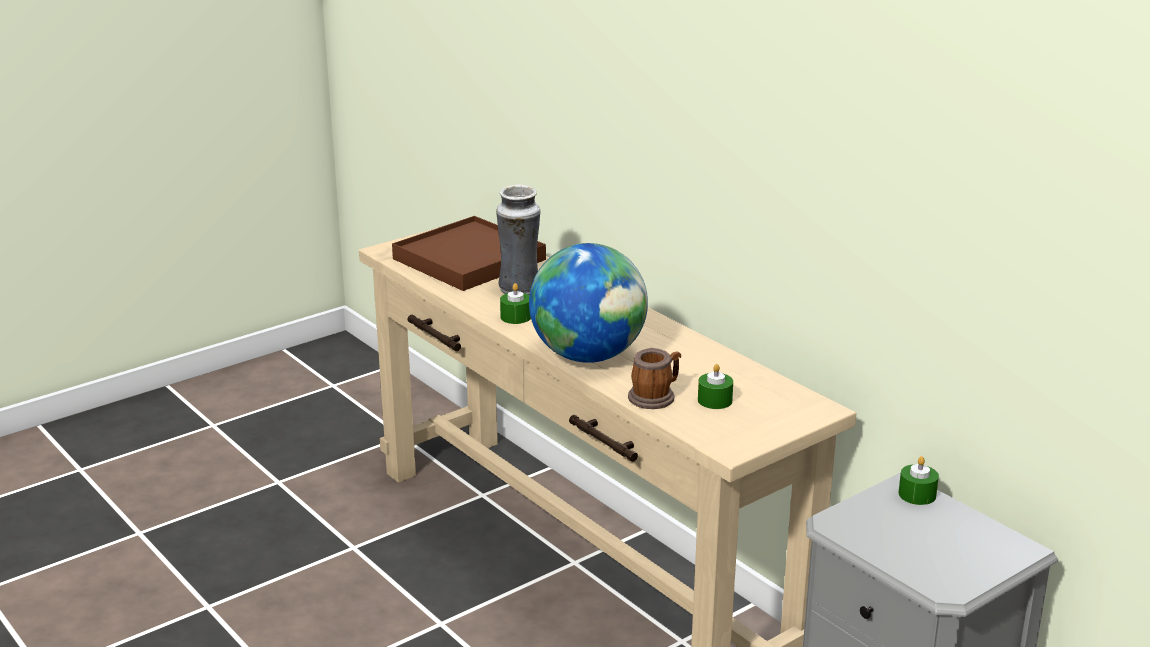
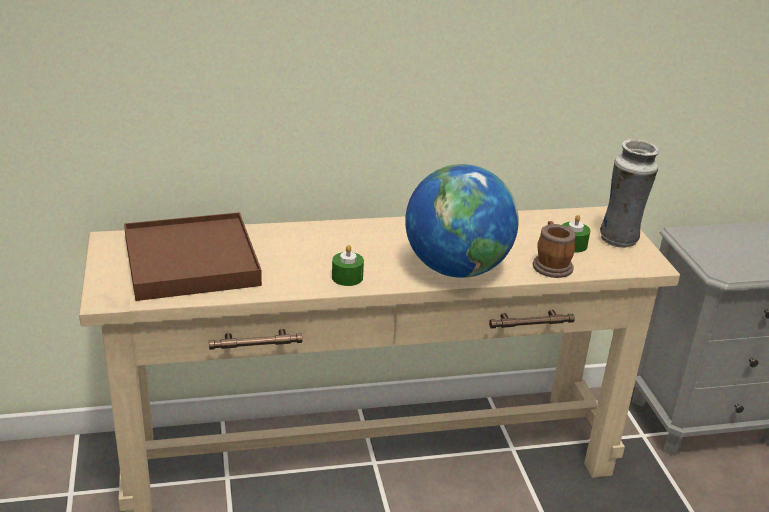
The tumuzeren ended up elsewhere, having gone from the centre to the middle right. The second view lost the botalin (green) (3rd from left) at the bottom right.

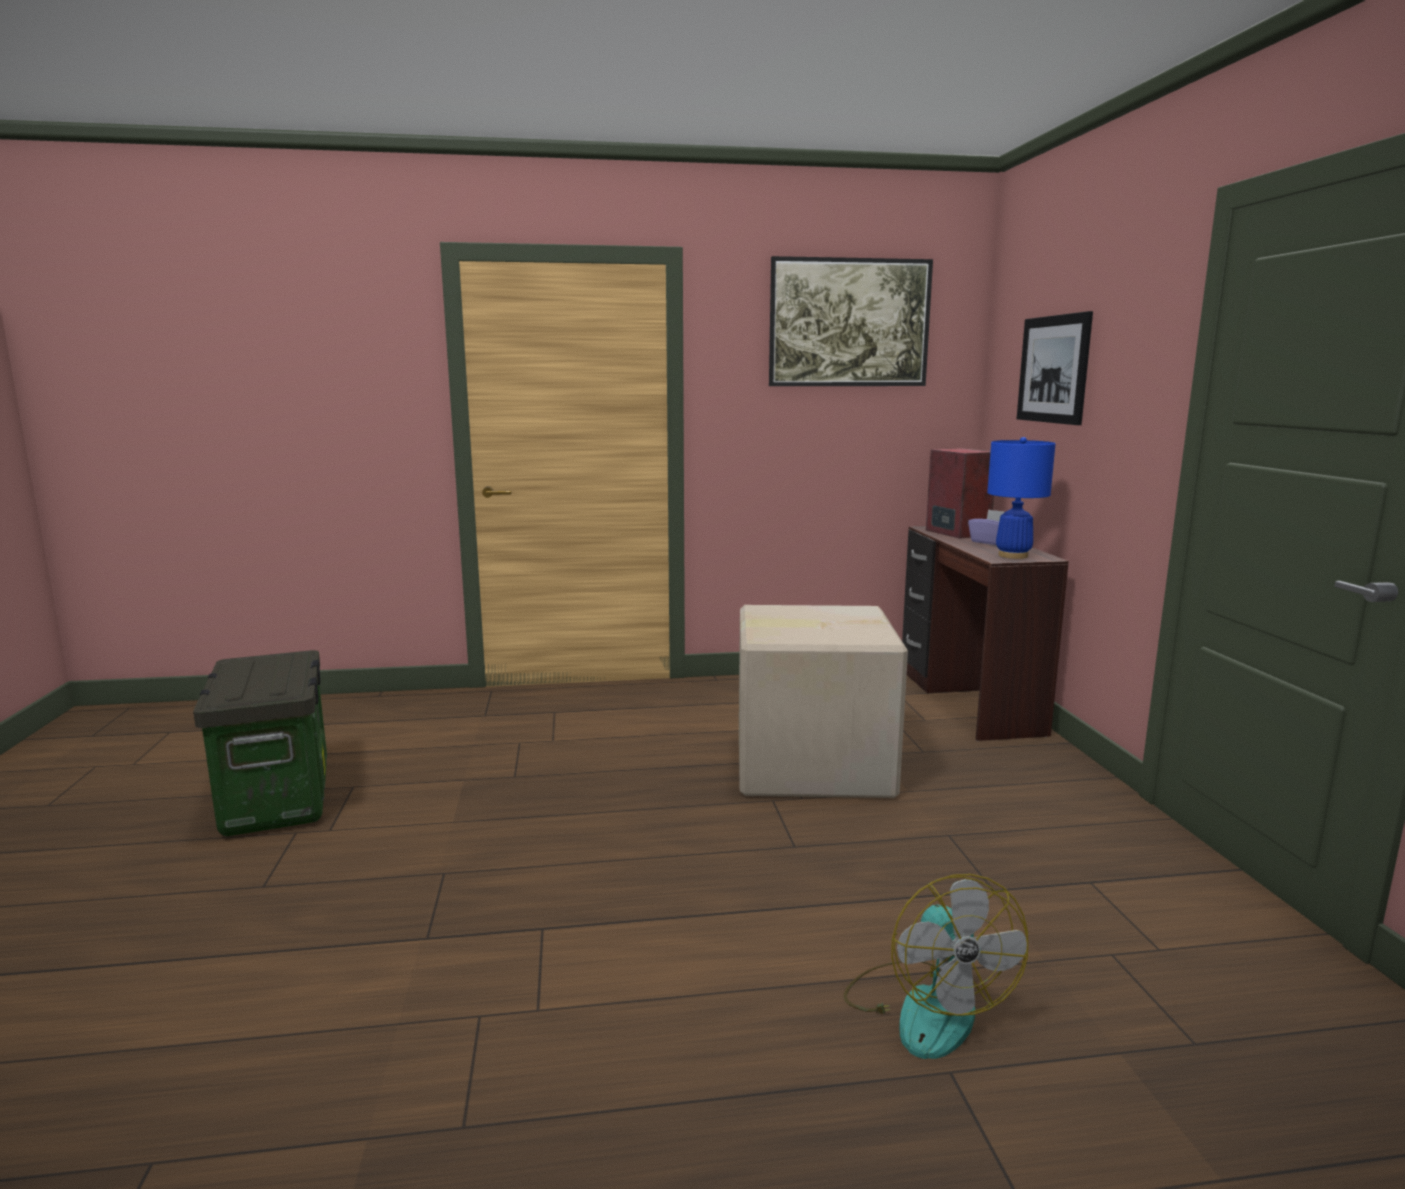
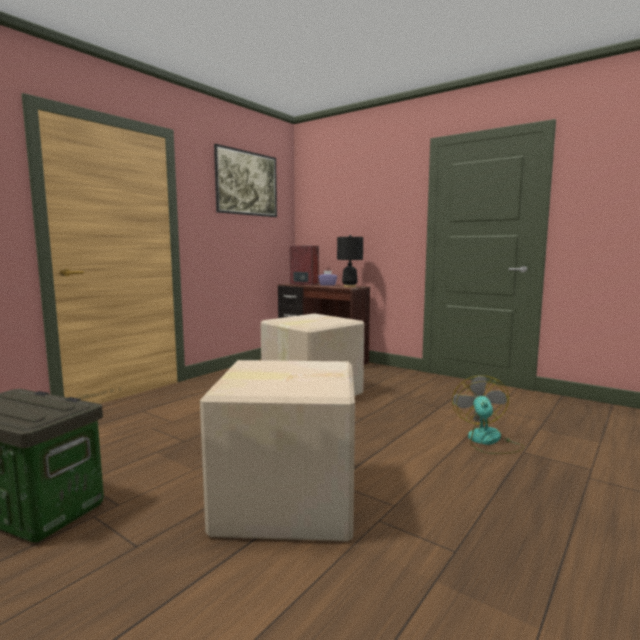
The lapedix at the bottom centre ended up facing another way, 120 degrees counterclockwise from before. What was the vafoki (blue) at the middle right turned into the vafoki (black) at the centre. The second view lost the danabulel (2nd from left) at the top right. The second view gained the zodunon (1st from left) at the bottom centre.

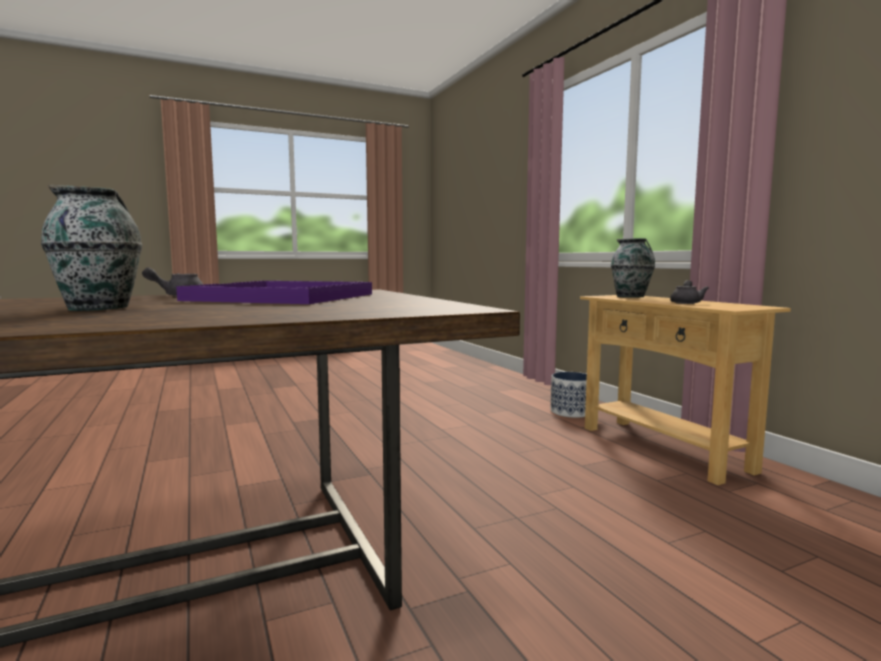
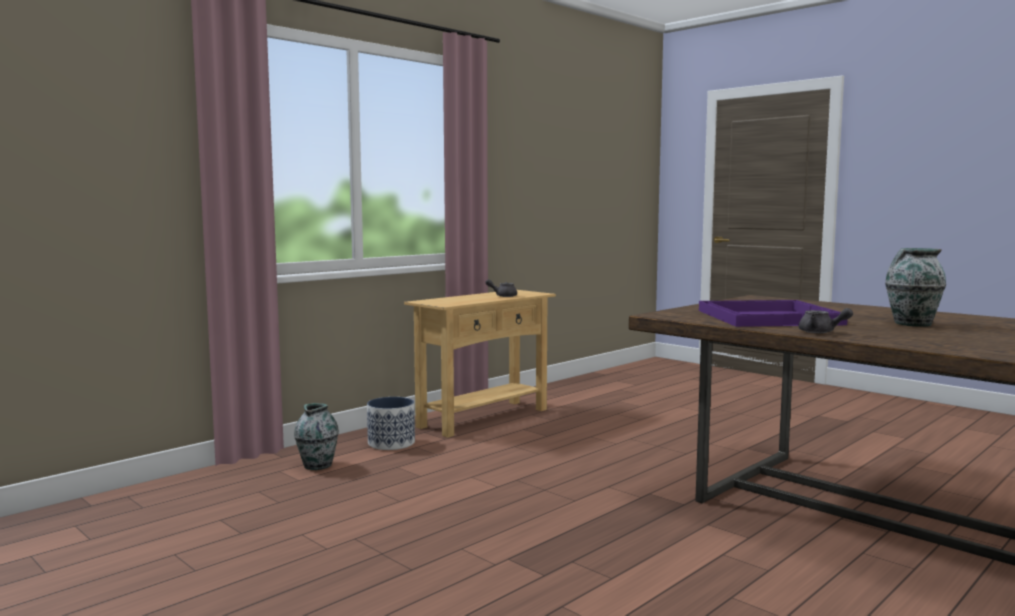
The tumuzeren (2nd from left in the first image) ended up elsewhere, having gone from the middle right to the bottom left.

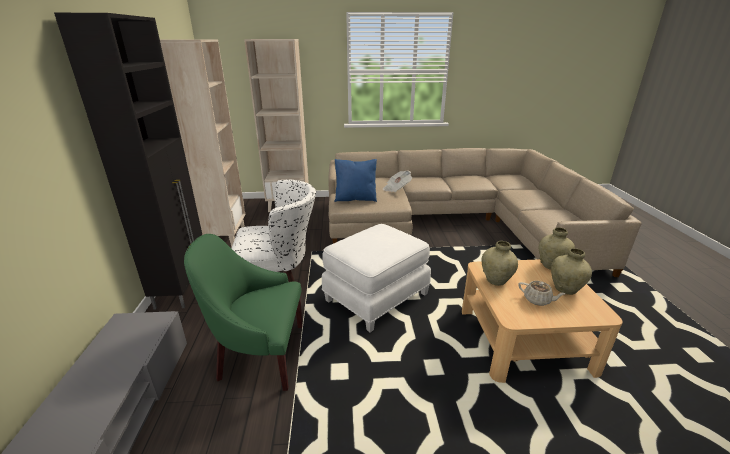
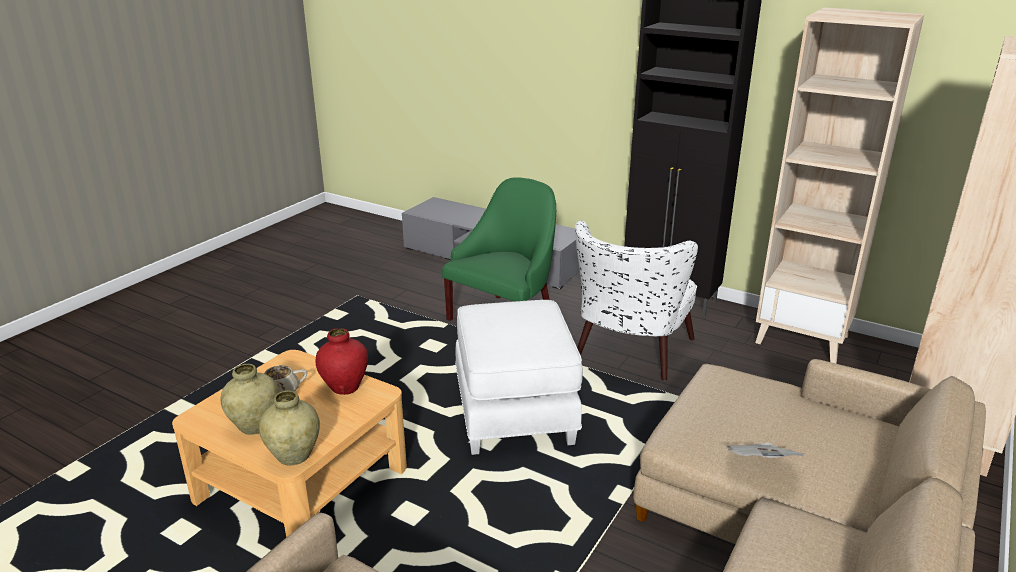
The second view lost the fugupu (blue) at the centre. What was the tumuzeren (beige) (1st from left) at the middle right turned into the tumuzeren (red) at the centre.

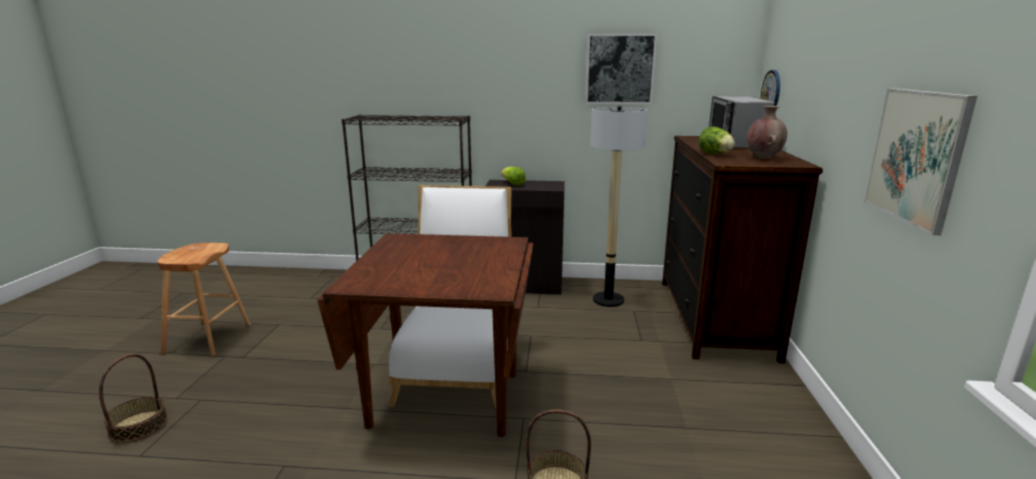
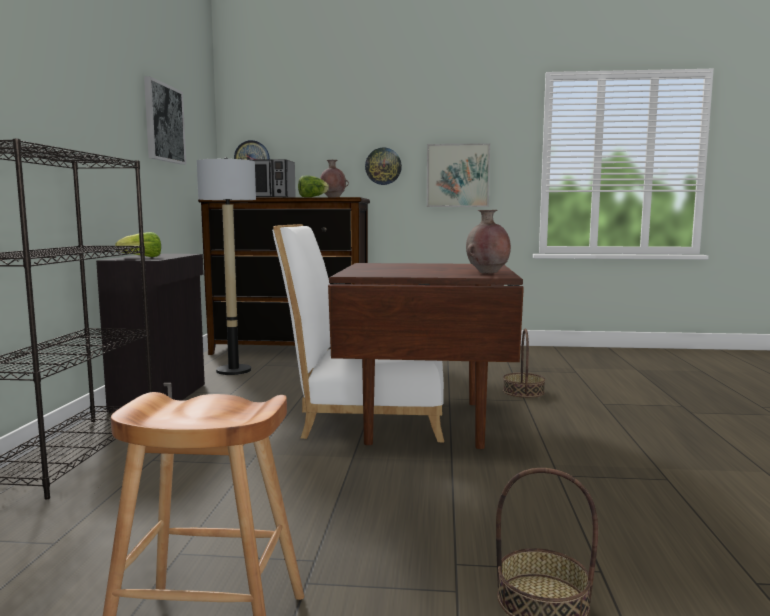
The second view gained the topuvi (2nd from left) at the top centre. The second view gained the tumuzeren (brown) (2nd from left) at the centre.

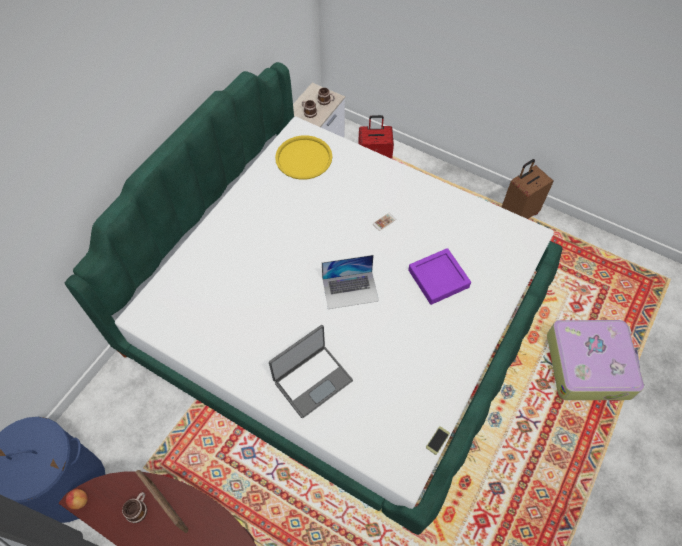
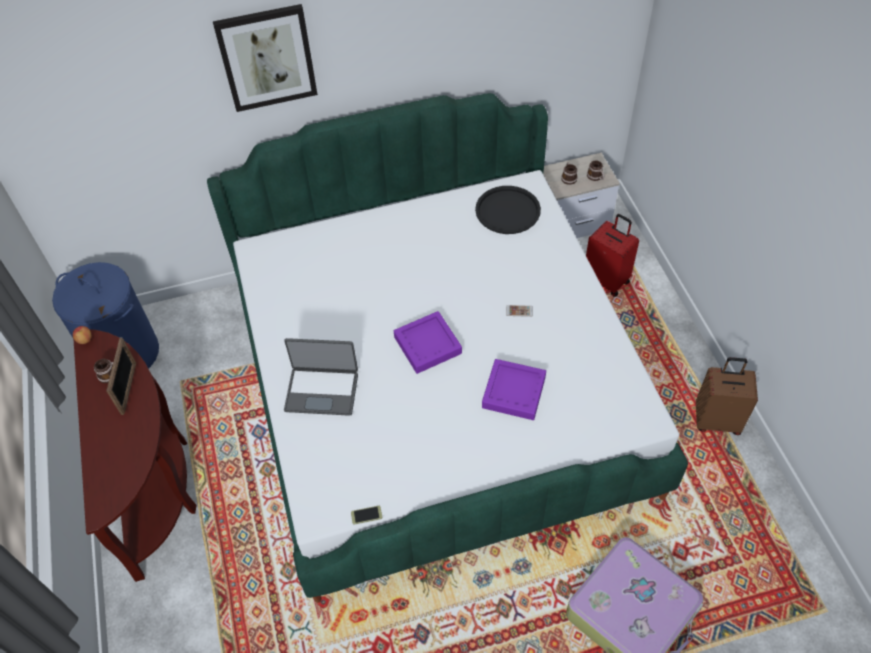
What was the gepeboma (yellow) at the top centre turned into the gepeboma (black) at the top centre. Where the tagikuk (2nd from left) stood at the centre, the gepeboma (purple) (1st from left) came to stand at the centre. The second view gained the danabulel at the top left.

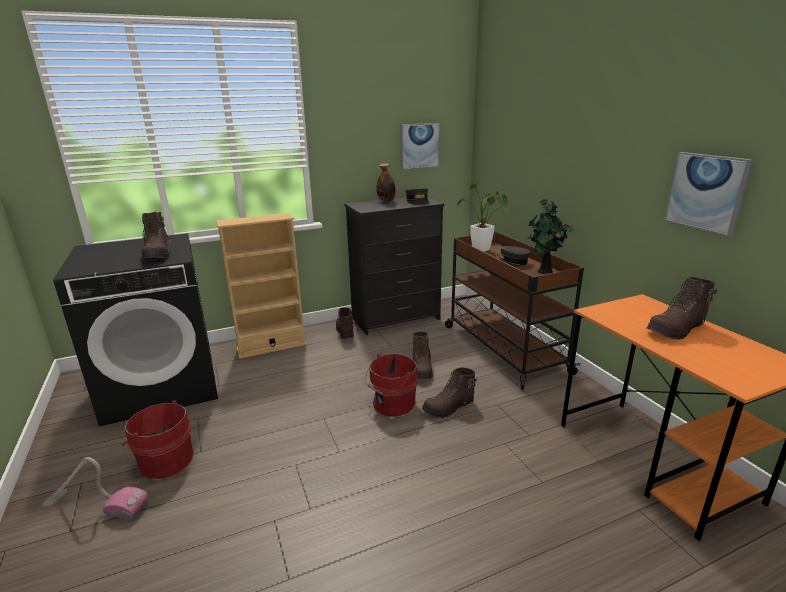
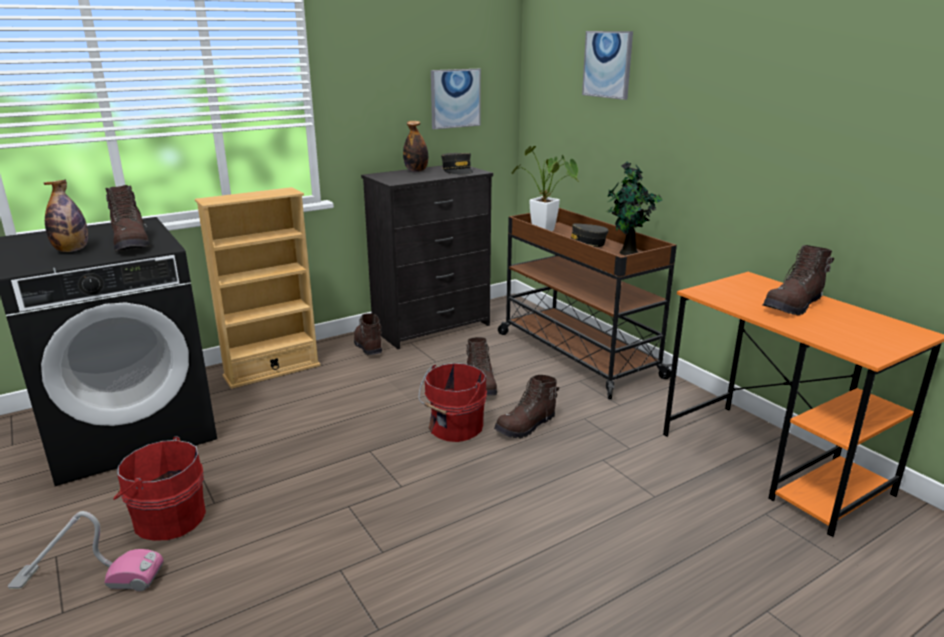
The danabulel (2nd from left) ended up elsewhere, having gone from the top right to the top centre. The second view gained the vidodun (1st from left) at the middle left.

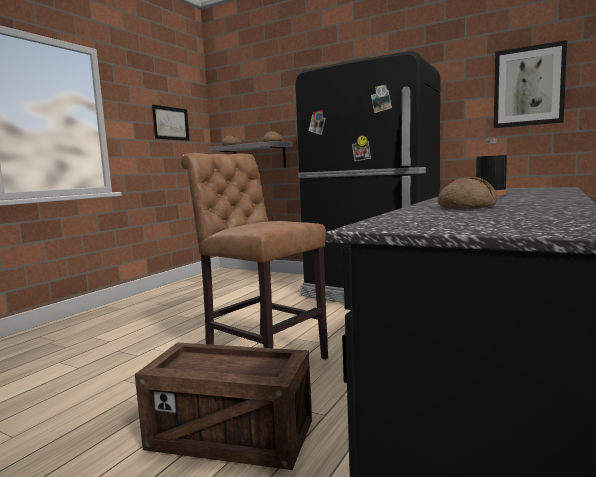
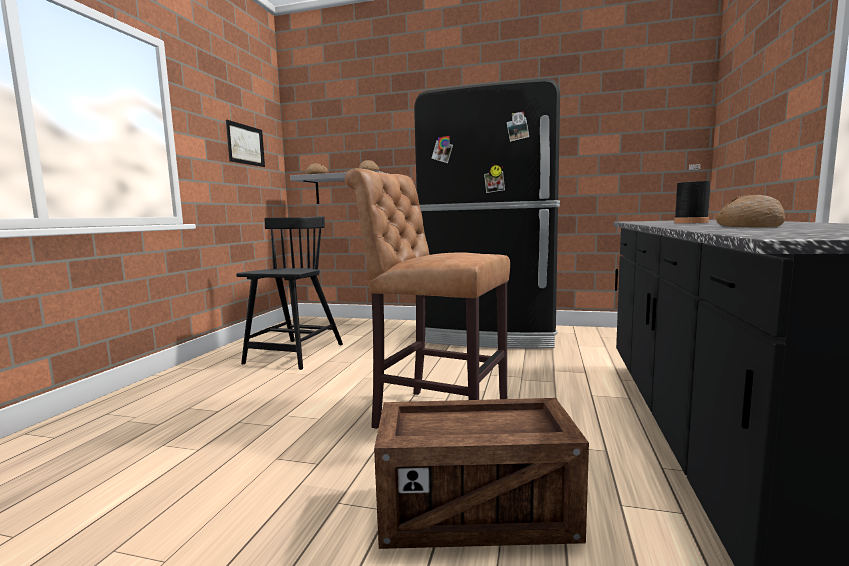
The second view lost the danabulel (2nd from left) at the top right. The second view gained the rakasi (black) at the centre.

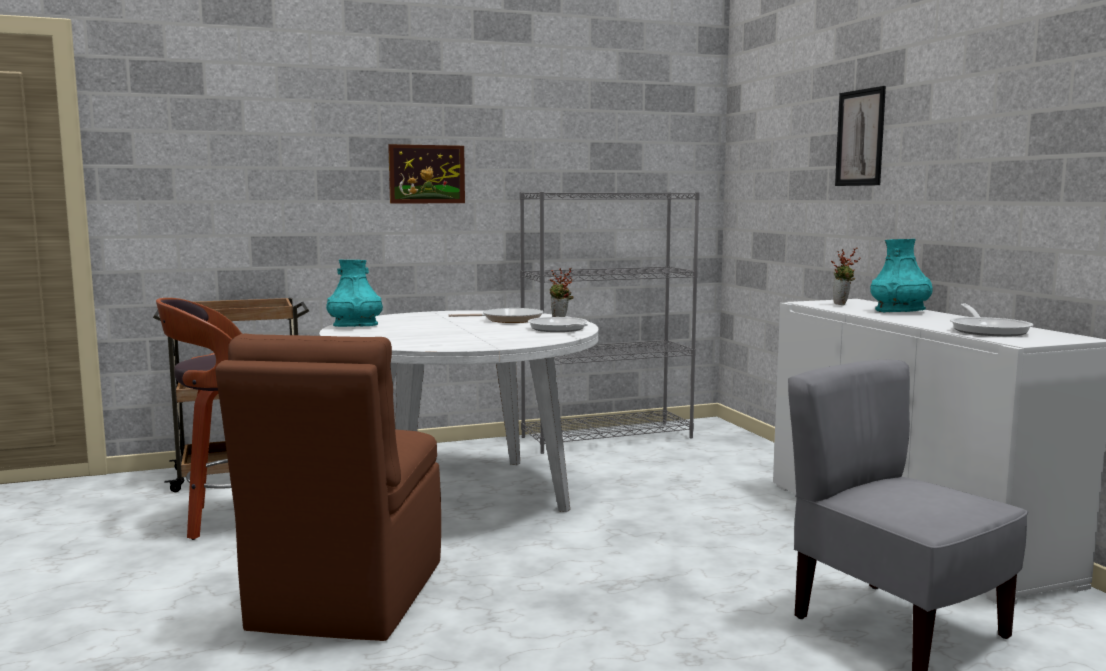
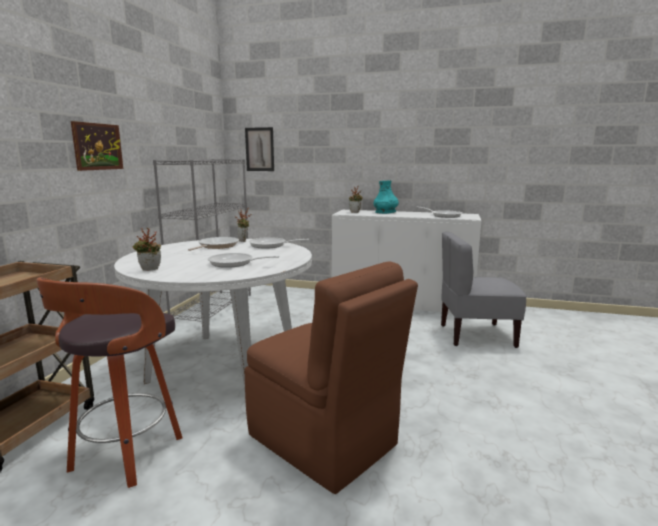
Where the tumuzeren (turquoise) (1st from left) stood at the middle left, the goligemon (1st from left) came to stand at the middle left. The danabulel (2nd from left) ended up elsewhere, having gone from the top right to the top centre. The second view gained the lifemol (2nd from left) at the centre.

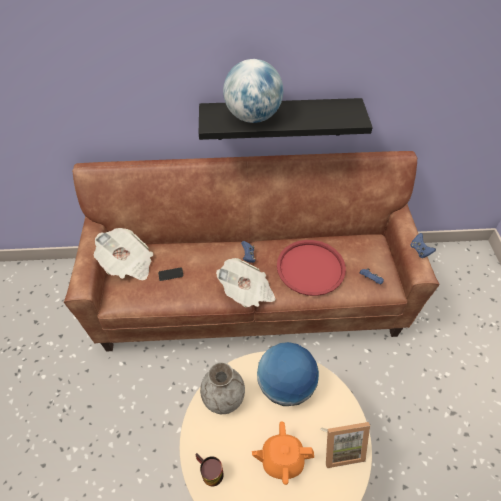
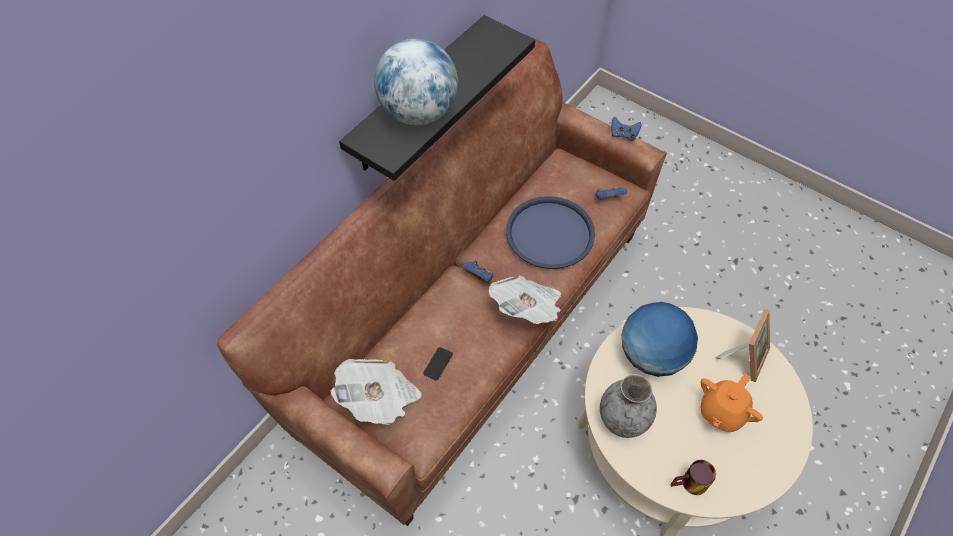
What was the gepeboma (red) at the centre turned into the gepeboma (blue) at the centre.

